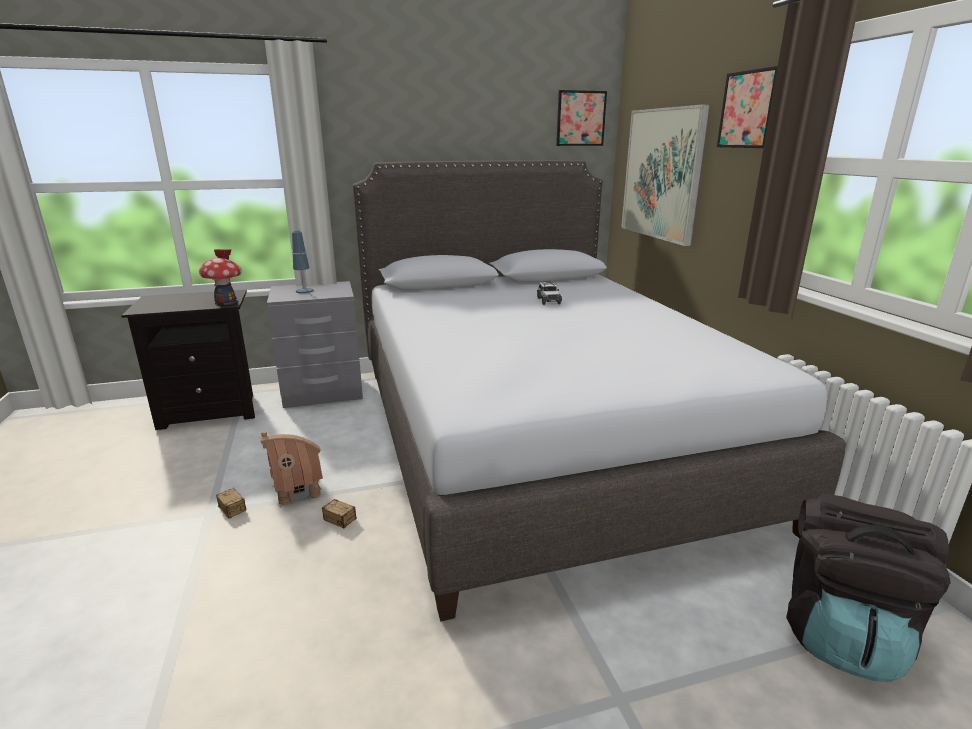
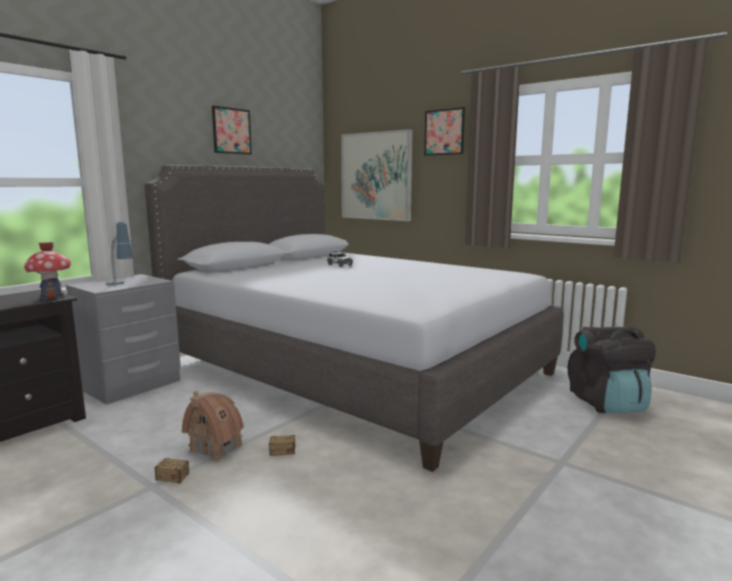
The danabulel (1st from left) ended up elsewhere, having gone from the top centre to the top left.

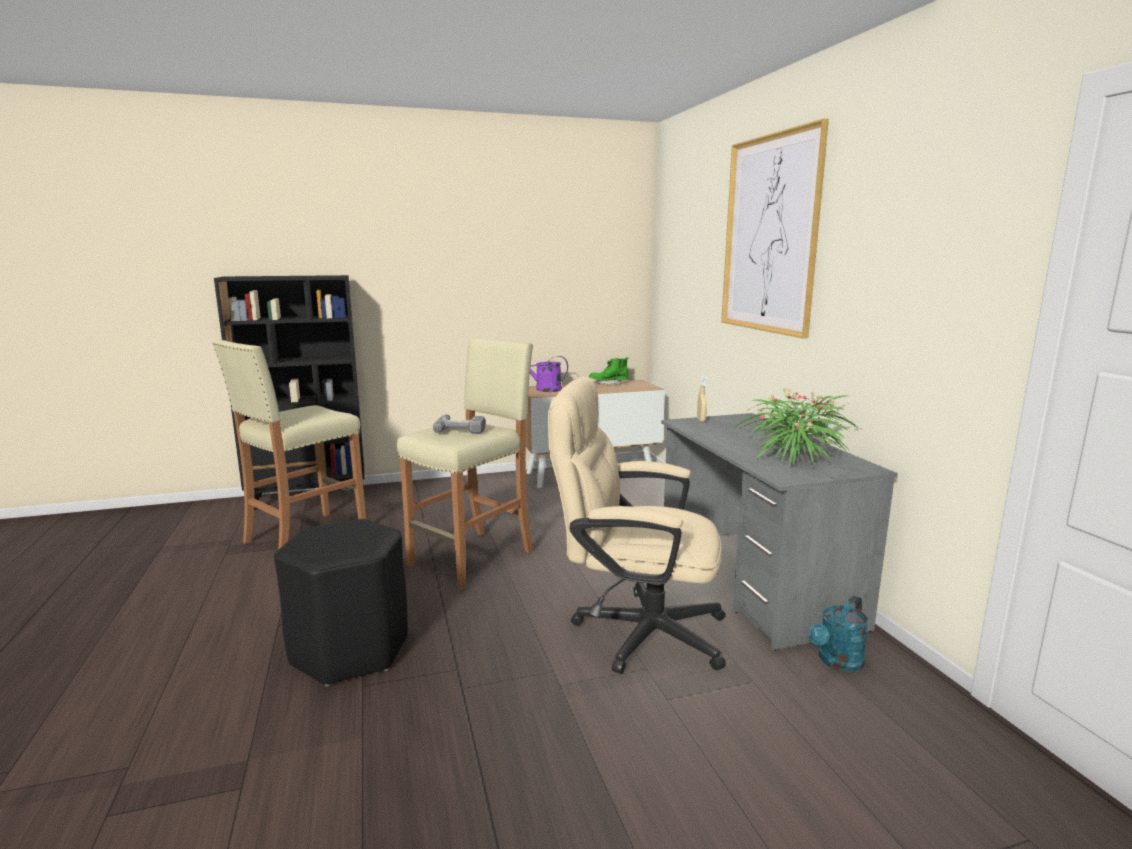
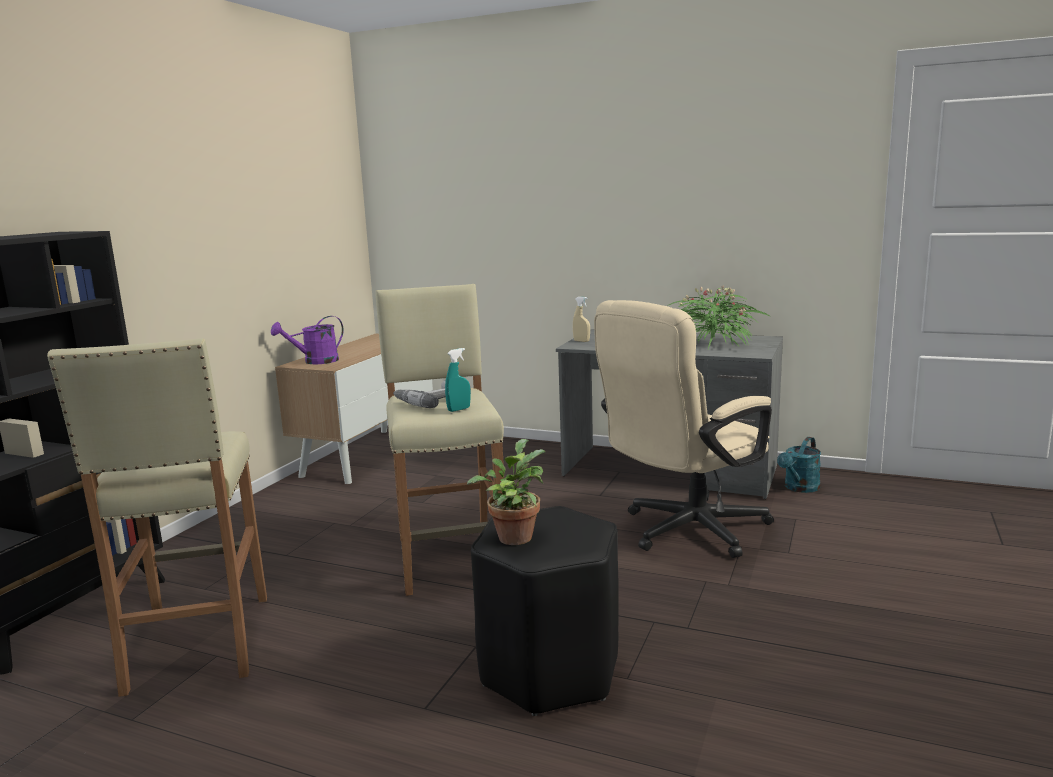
The second view lost the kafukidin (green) at the centre. The second view lost the danabulel at the top right. The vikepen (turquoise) at the bottom right ended up facing another way, 45 degrees clockwise from before. The second view gained the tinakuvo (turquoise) at the centre. The second view gained the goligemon (1st from left) at the centre.

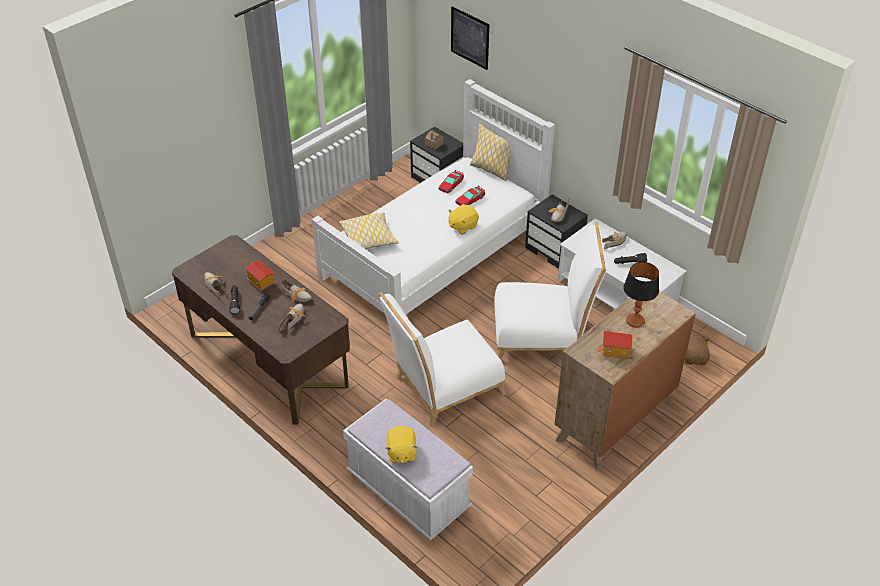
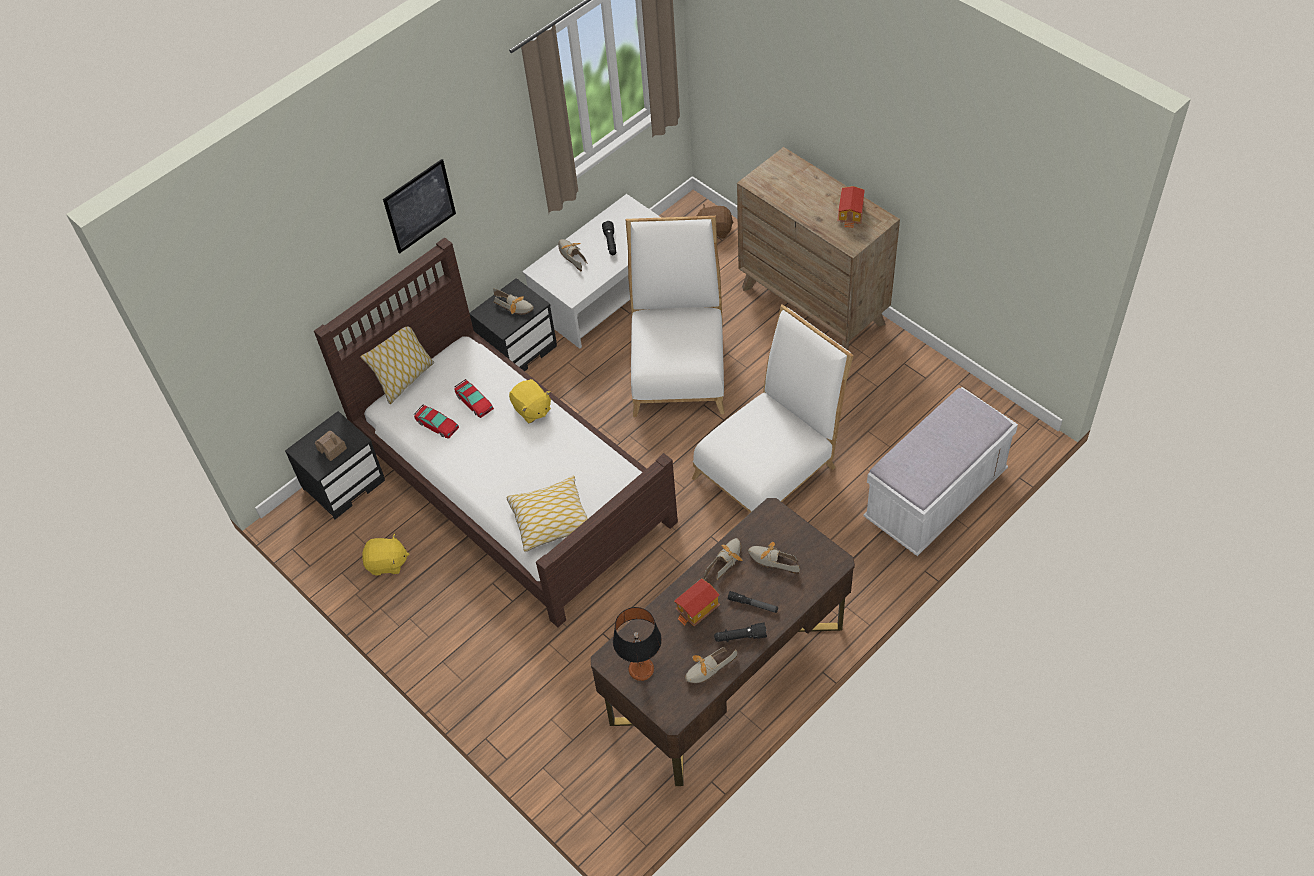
What was the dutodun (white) at the centre turned into the dutodun (brown) at the centre. The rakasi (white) (1st from left in the first image) at the centre ended up facing another way, 105 degrees counterclockwise from before. The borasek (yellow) (1st from left) ended up elsewhere, having gone from the bottom centre to the middle left. The danabulel ended up elsewhere, having gone from the top centre to the top left. The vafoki ended up elsewhere, having gone from the middle right to the bottom centre.

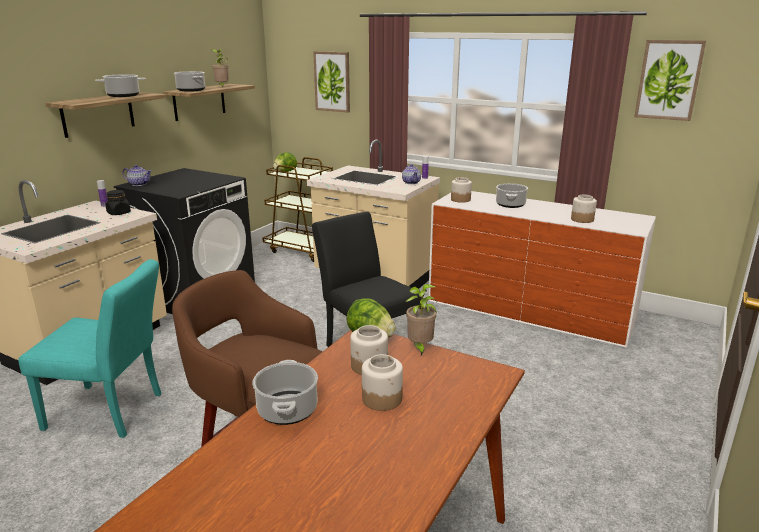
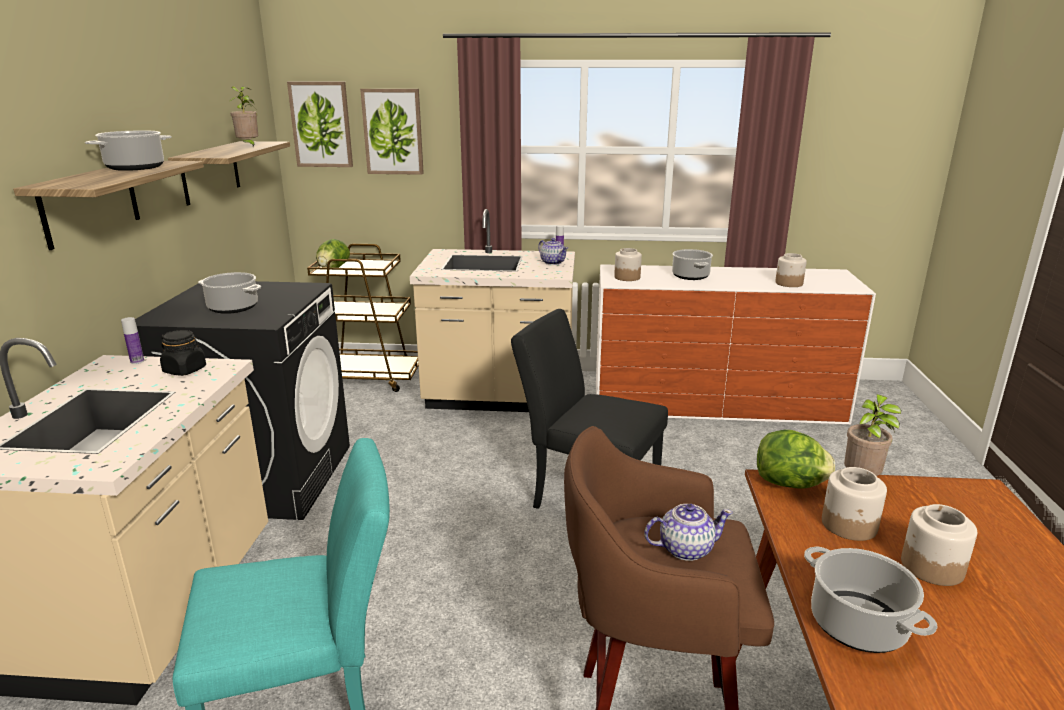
The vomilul (1st from left in the first image) ended up elsewhere, having gone from the top left to the bottom centre. The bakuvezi (2nd from left) ended up elsewhere, having gone from the top left to the middle left. The danabulel (2nd from left in the first image) ended up elsewhere, having gone from the top right to the top left.

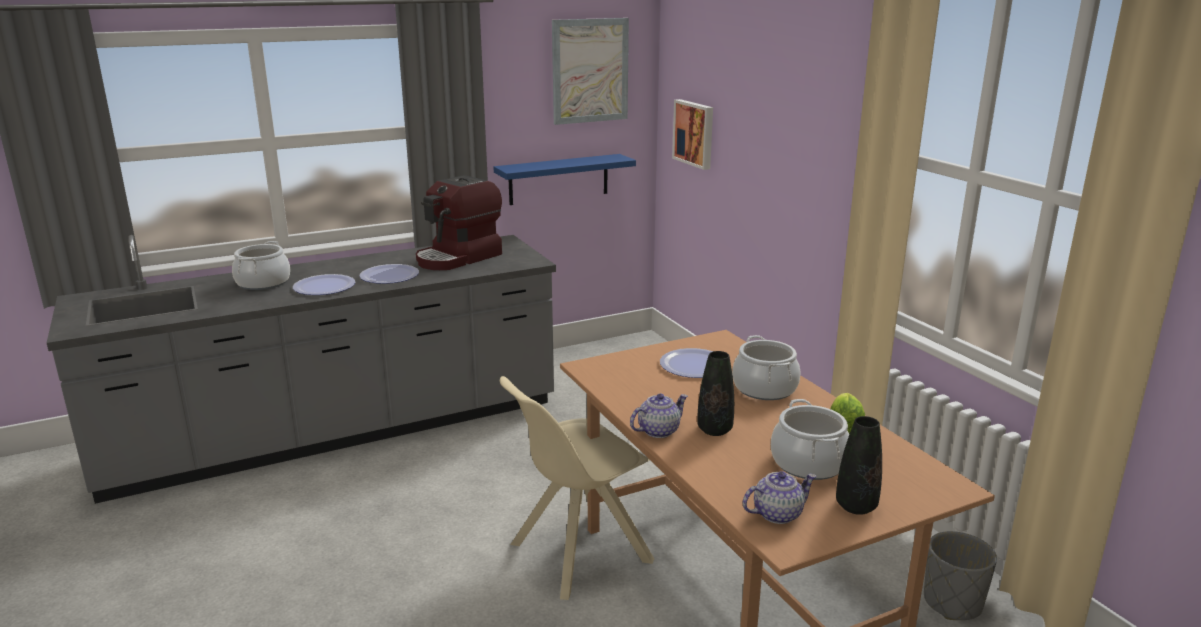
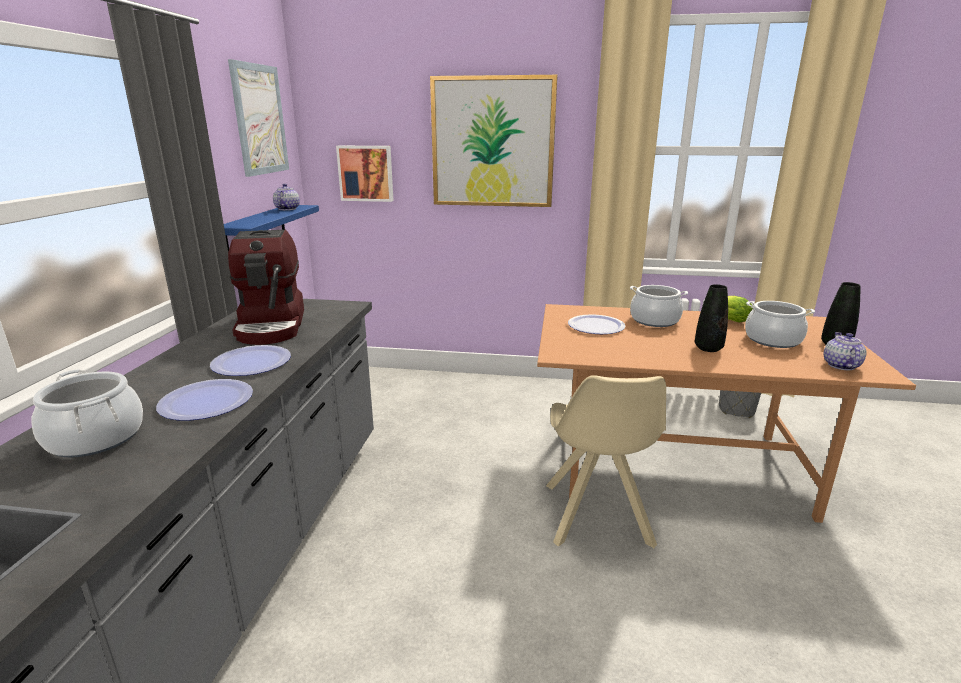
The vomilul (1st from left) ended up elsewhere, having gone from the centre to the top left. The second view gained the danabulel (3rd from left) at the top centre.

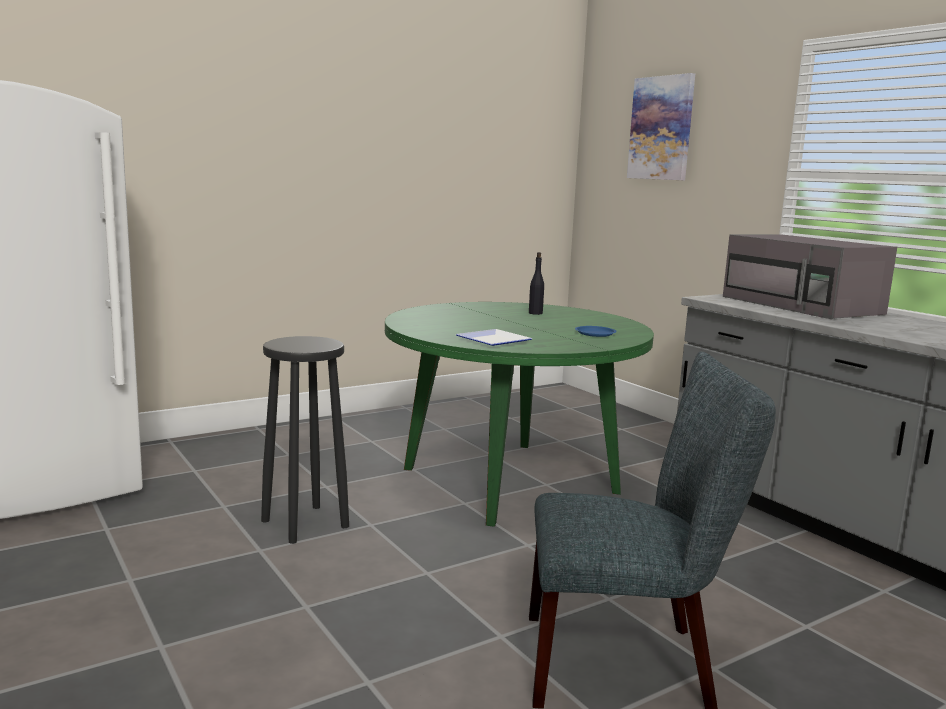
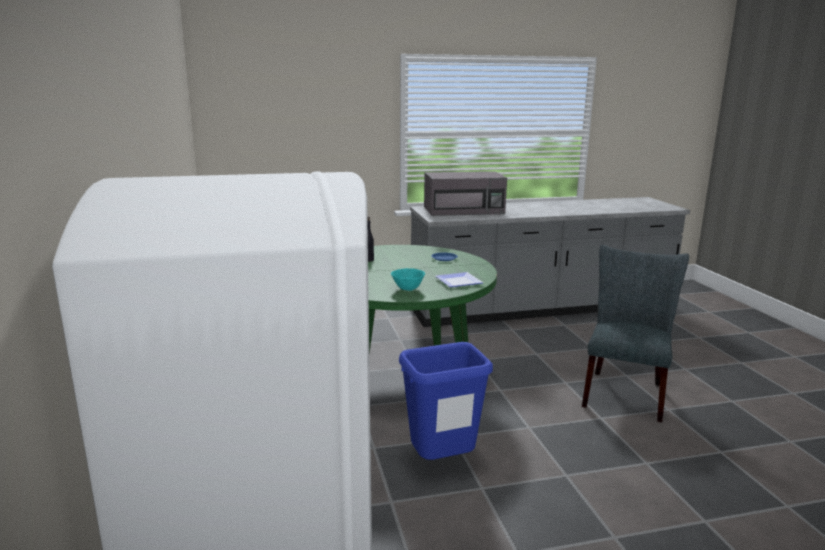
Where the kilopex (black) stood at the middle left, the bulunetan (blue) came to stand at the bottom centre. The second view lost the danabulel at the top right. The second view gained the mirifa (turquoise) at the centre.

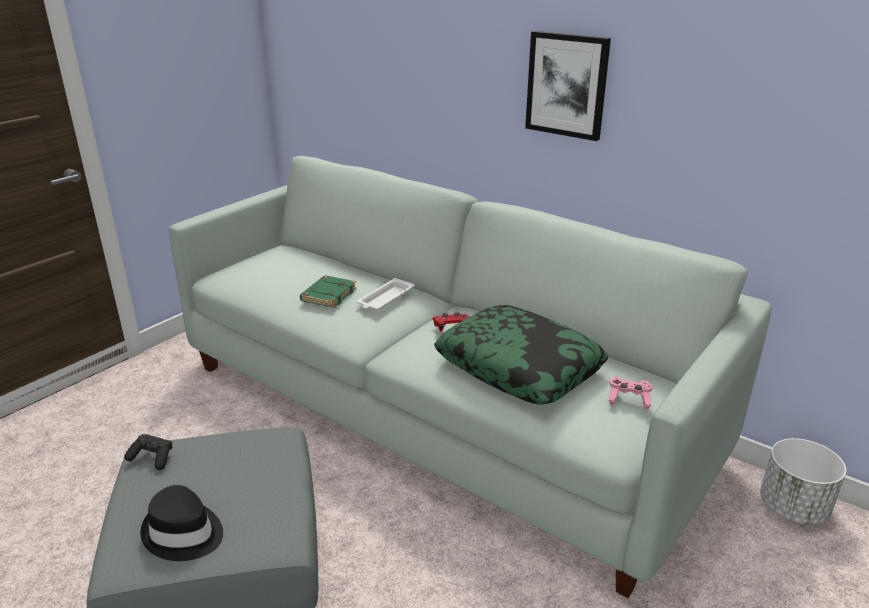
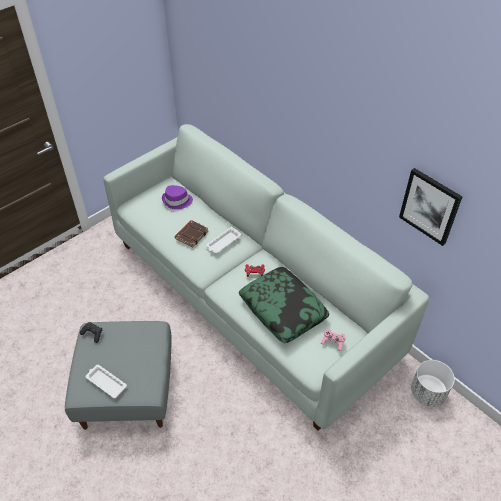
Where the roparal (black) stood at the bottom left, the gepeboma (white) (1st from left) came to stand at the bottom left. What was the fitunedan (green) at the centre turned into the fitunedan (brown) at the centre. The danabulel ended up elsewhere, having gone from the top centre to the middle right. The second view gained the roparal (purple) at the centre.

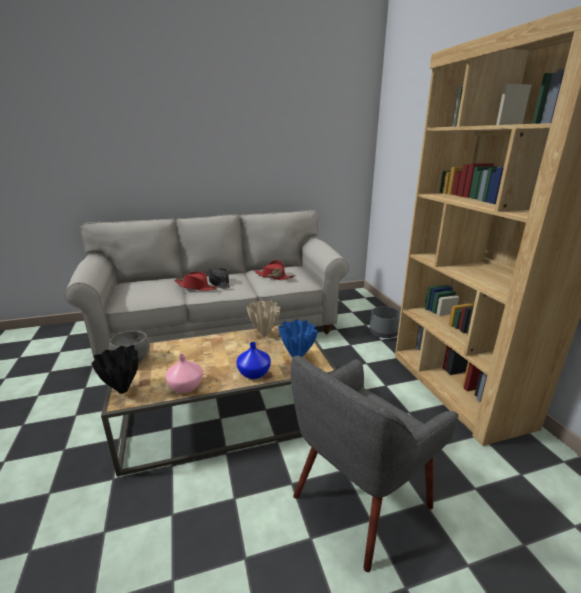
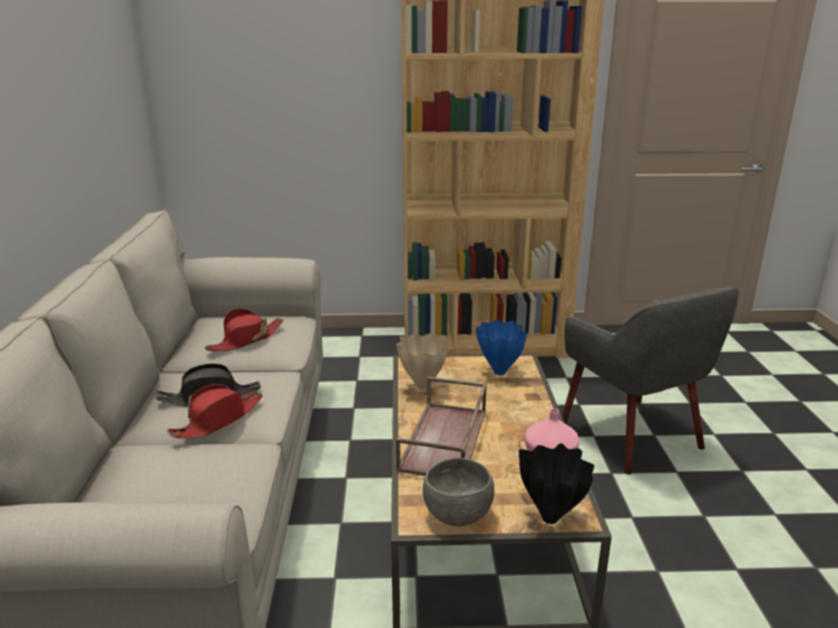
The second view lost the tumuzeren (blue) (1st from left) at the centre. The second view lost the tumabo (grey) at the centre. The second view gained the gepeboma (brown) at the bottom centre.

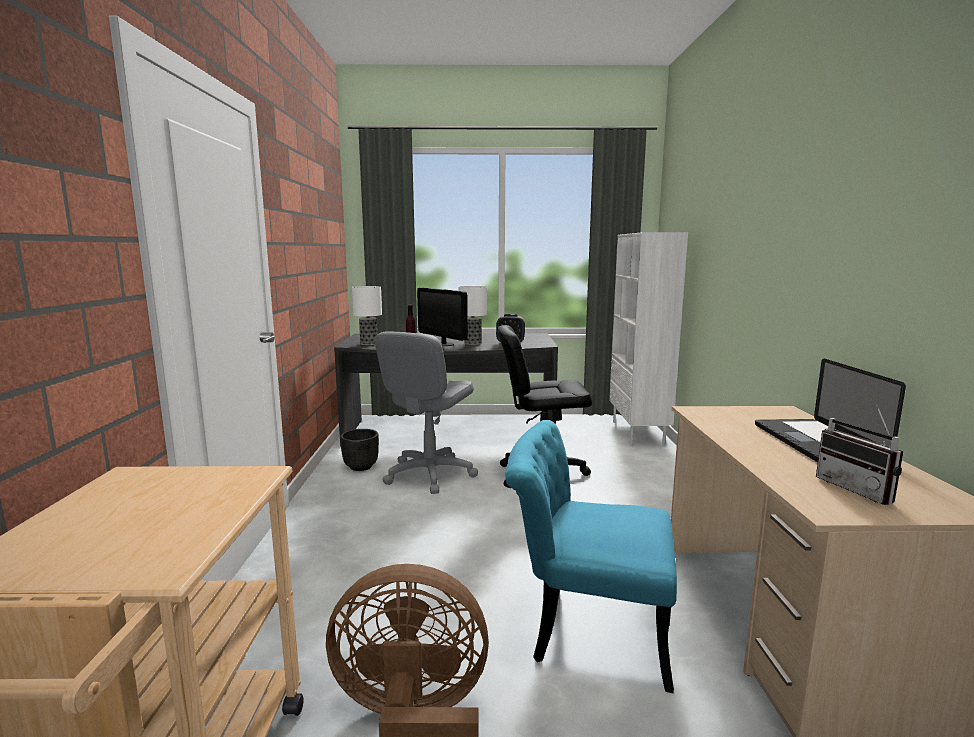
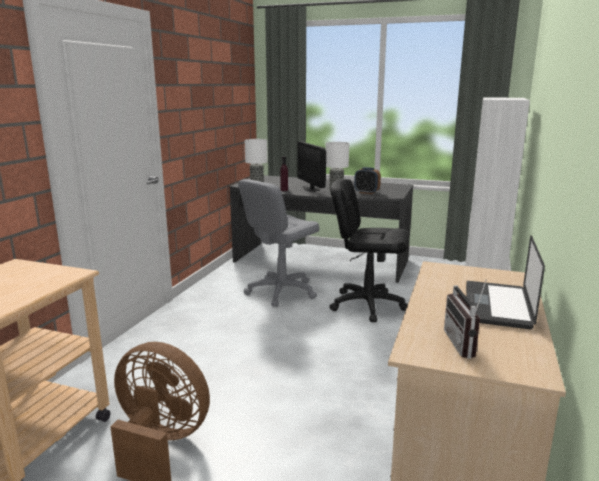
The second view lost the tumabo (black) at the centre. The second view lost the rakasi (turquoise) at the bottom centre.

